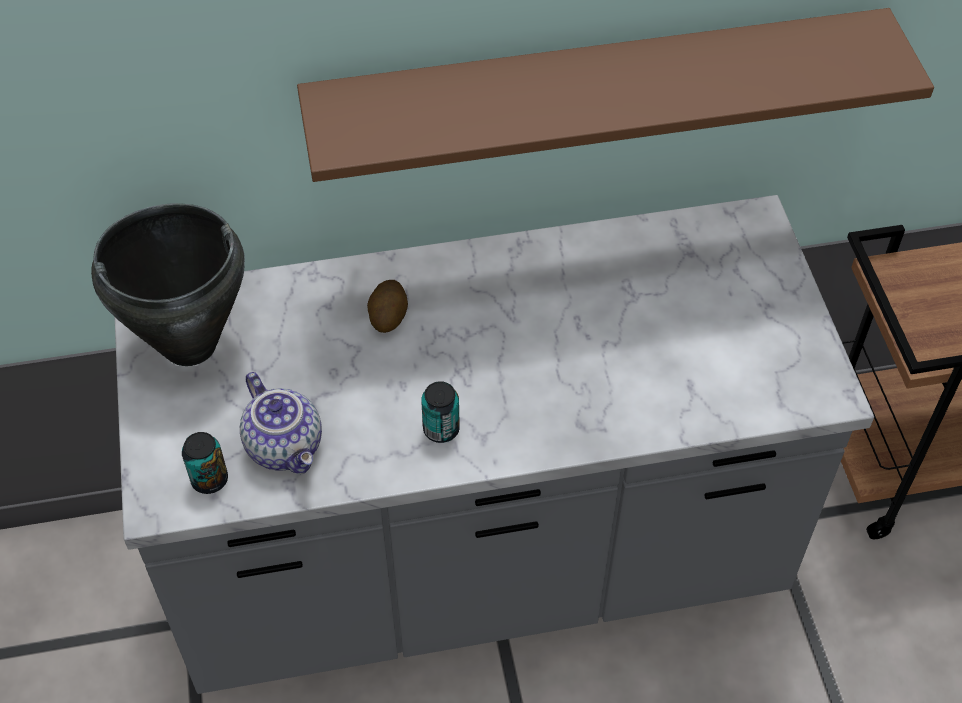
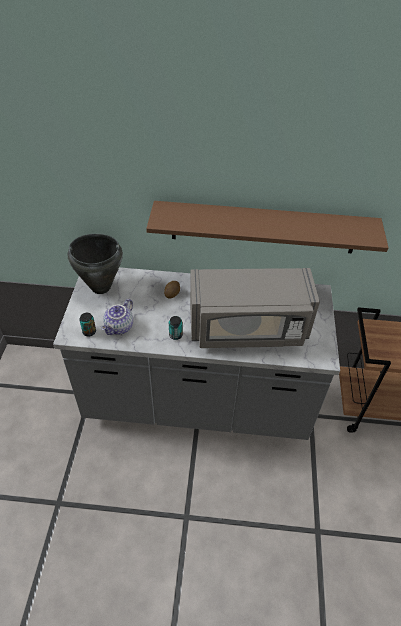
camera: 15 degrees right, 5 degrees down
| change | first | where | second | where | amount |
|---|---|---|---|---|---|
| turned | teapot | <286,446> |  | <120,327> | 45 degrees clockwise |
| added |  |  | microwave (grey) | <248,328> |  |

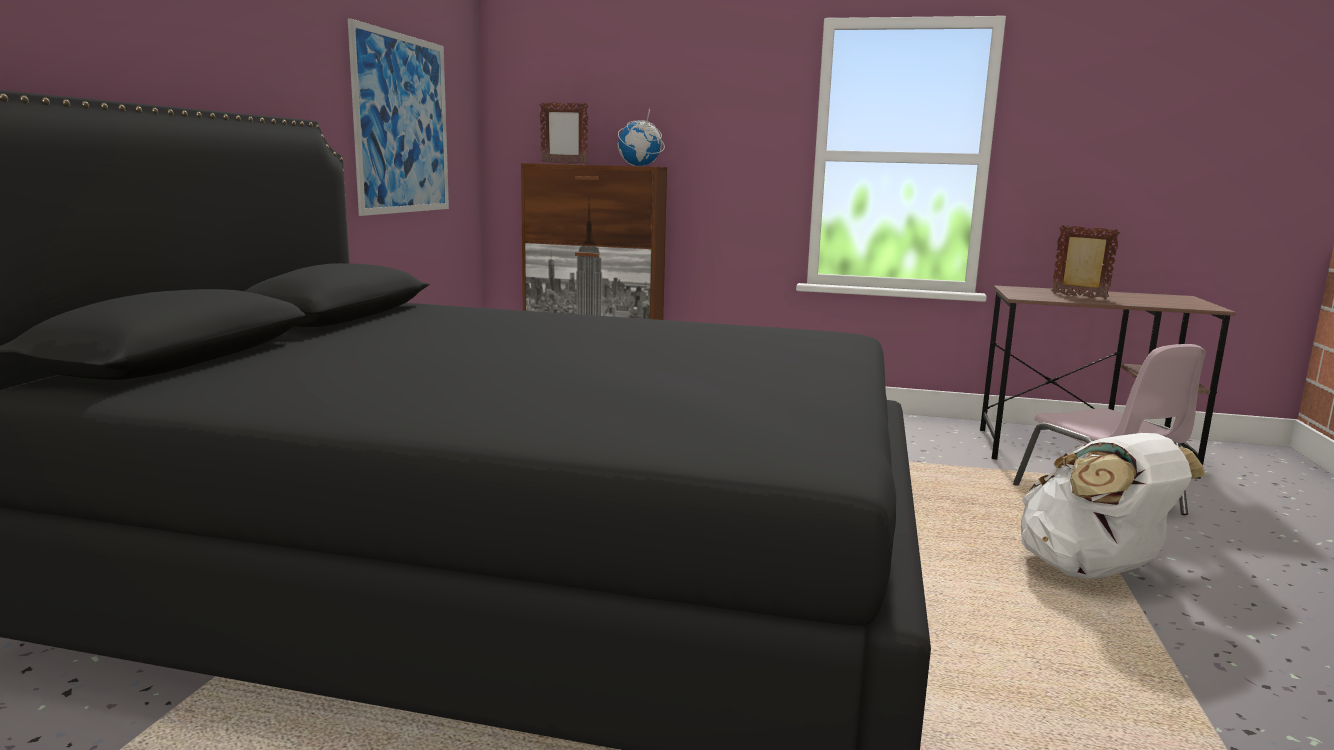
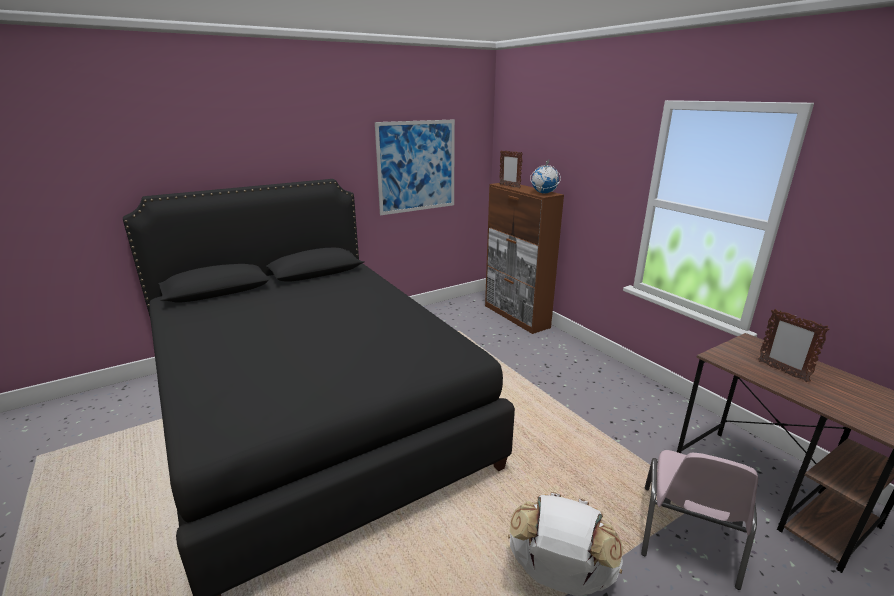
camera: 45 degrees right, 10 degrees up
| change | first | where | second | where | amount |
|---|---|---|---|---|---|
| turned | picture frame | <1079,296> |  | <782,371> | 150 degrees clockwise |

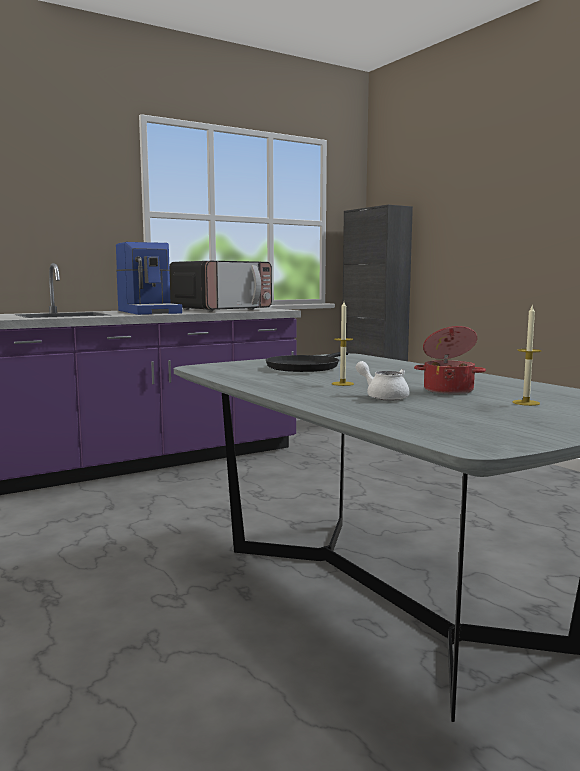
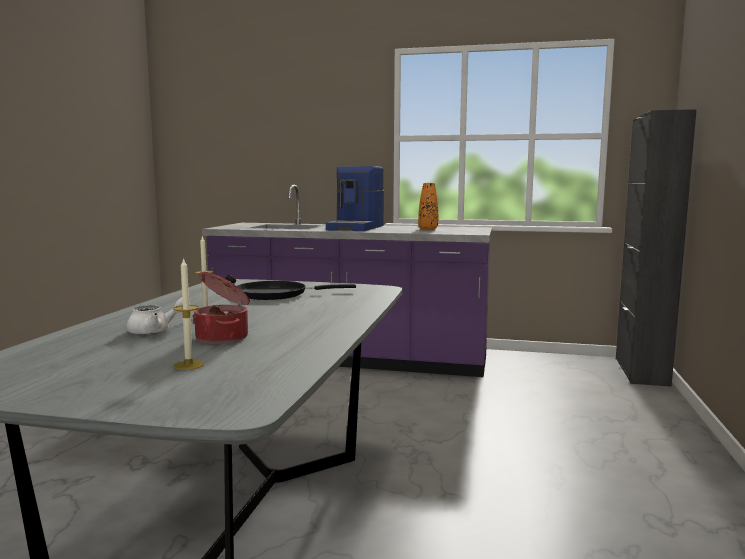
camera: 45 degrees right, 0 degrees up
| change | first | where | second | where | amount |
|---|---|---|---|---|---|
| turned | teapot (white) | <383,396> |  | <155,331> | 60 degrees clockwise |
| replaced | microwave | <222,309> | vase (orange) | <428,229> |  |

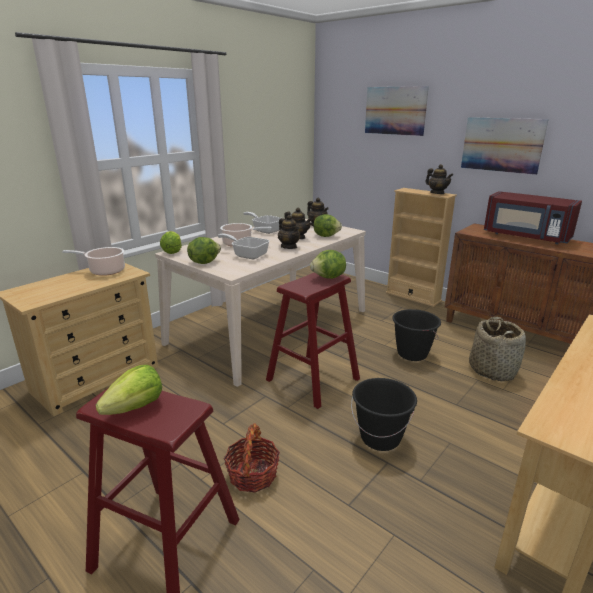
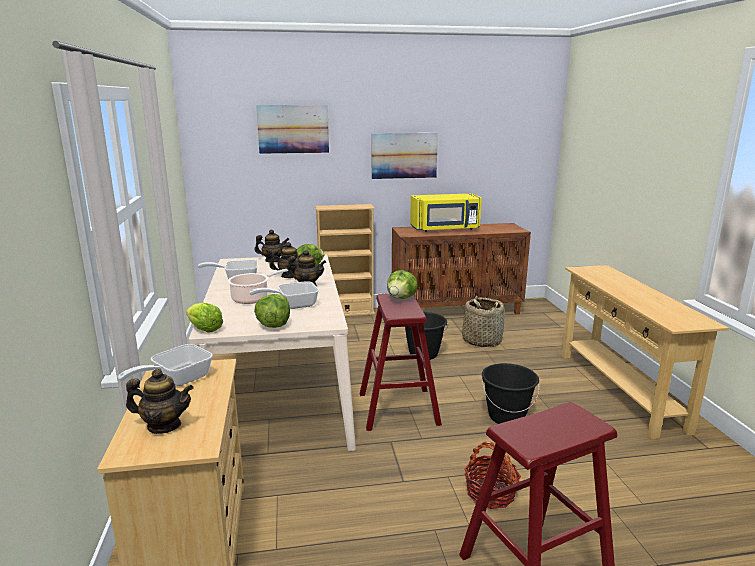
camera: 50 degrees left, 5 degrees down
| change | first | where | second | where | amount |
|---|---|---|---|---|---|
| replaced | cooking pot | <105,271> | frying pan | <176,379> |  |
| moved | teapot | <437,193> |  | <164,426> |  |
| recoloured | microwave (red) | <526,237> | microwave (yellow) | <445,229> |  |
| removed | lettuce | <136,407> |  |  |  |

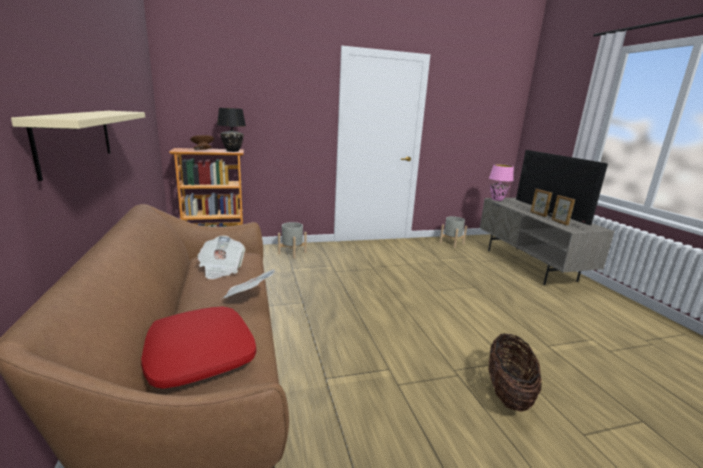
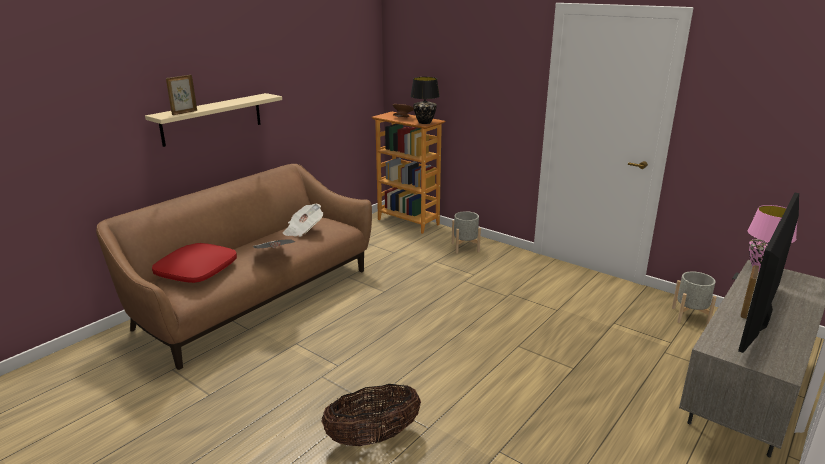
camera: 55 degrees right, 5 degrees up
| change | first | where | second | where | amount |
|---|---|---|---|---|---|
| moved | picture frame | <559,222> |  | <184,112> |  |

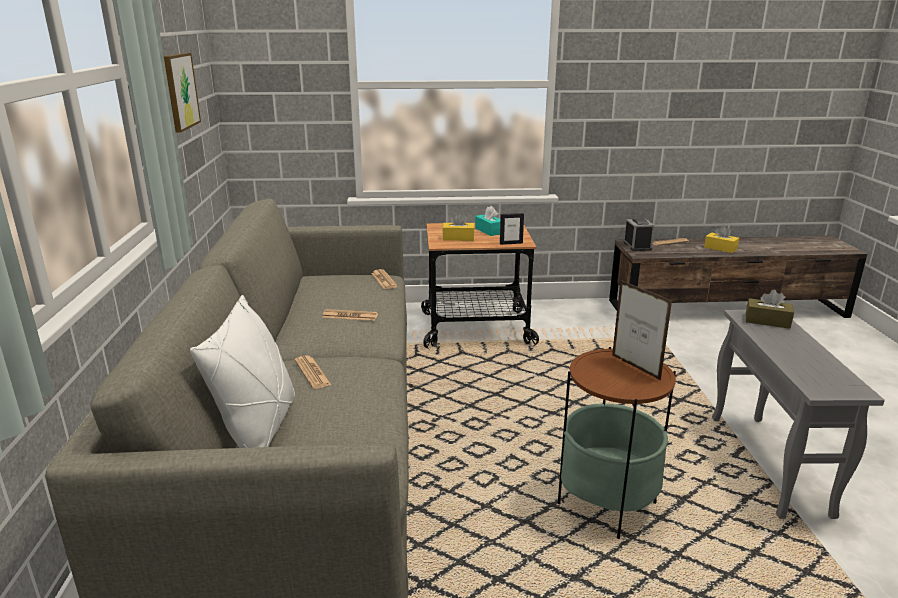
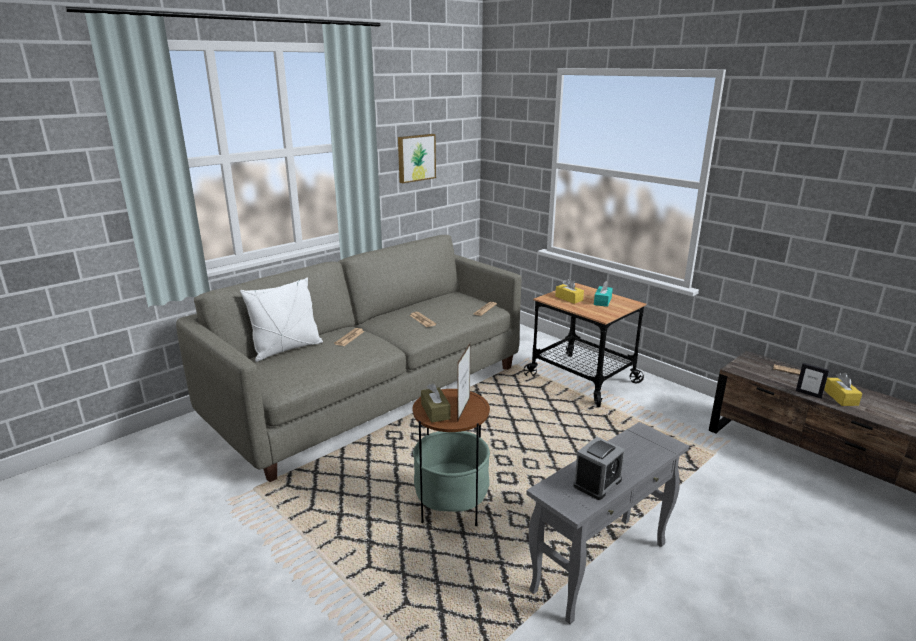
camera: 50 degrees right, 0 degrees up
| change | first | where | second | where | amount |
|---|---|---|---|---|---|
| moved | tissue box (brown) | <767,321> |  | <435,411> |  |
| moved | alarm clock | <637,246> |  | <597,483> |  |
| moved | picture frame | <511,243> |  | <808,394> |  |

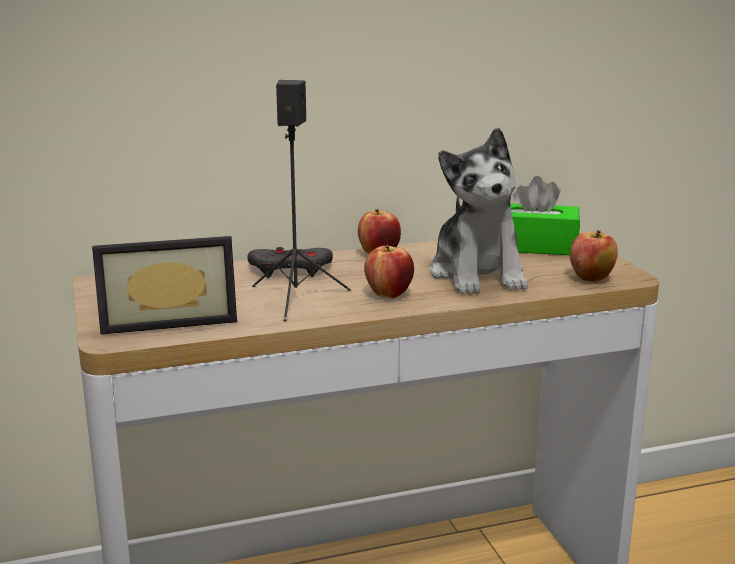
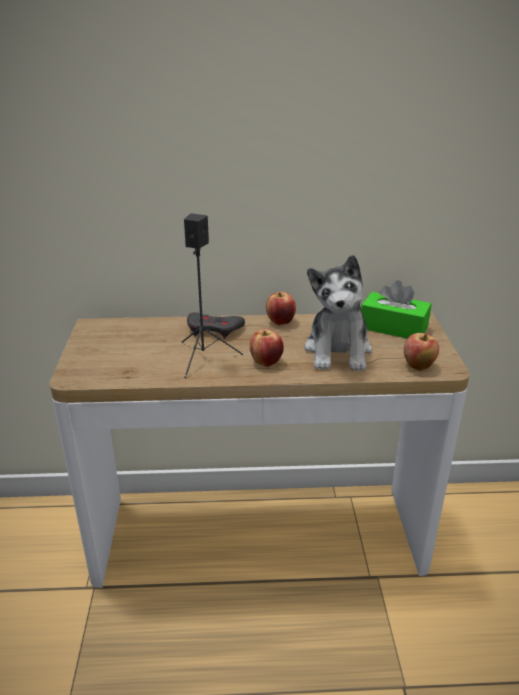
camera: 15 degrees right, 10 degrees up
| change | first | where | second | where | amount |
|---|---|---|---|---|---|
| removed | picture frame | <168,319> |  |  |  |

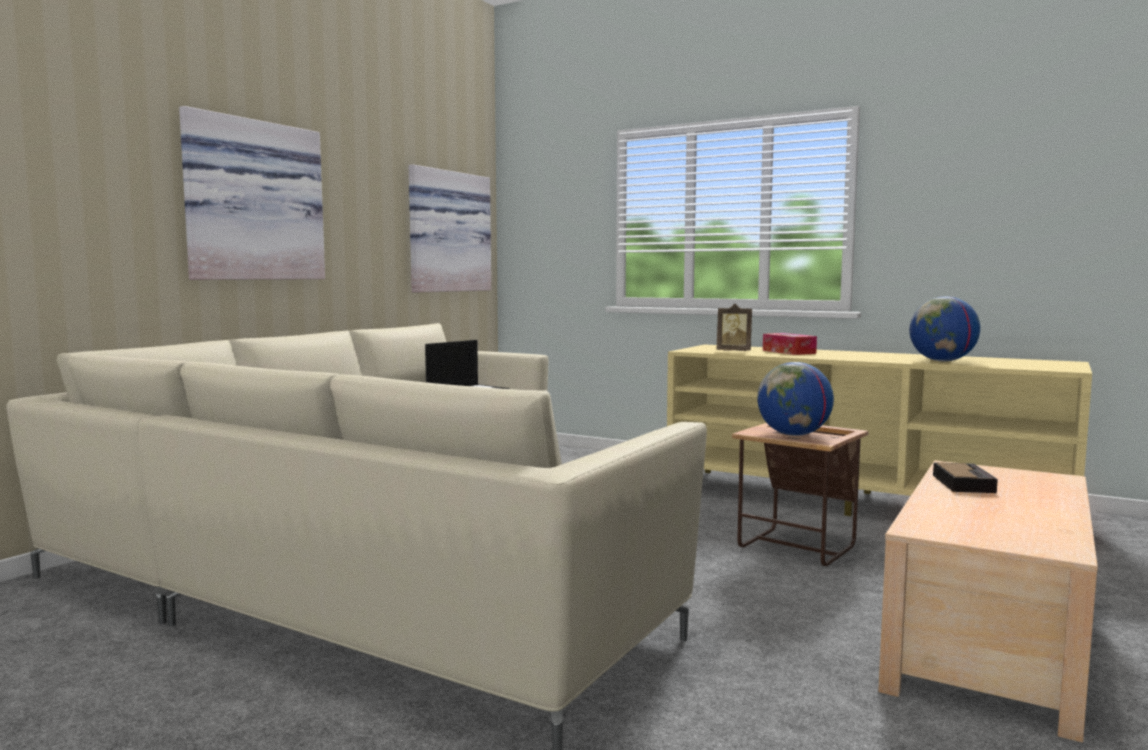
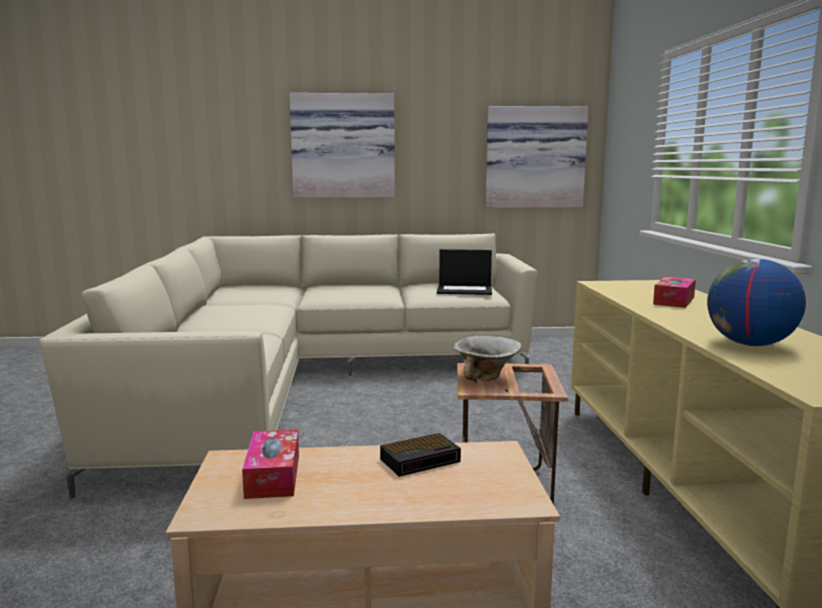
camera: 55 degrees right, 5 degrees up
| change | first | where | second | where | amount |
|---|---|---|---|---|---|
| added |  |  | tissue box | <273,475> |  |
| replaced | globe | <794,435> | bowl | <486,378> |  |
| removed | picture frame | <734,351> |  |  |  |

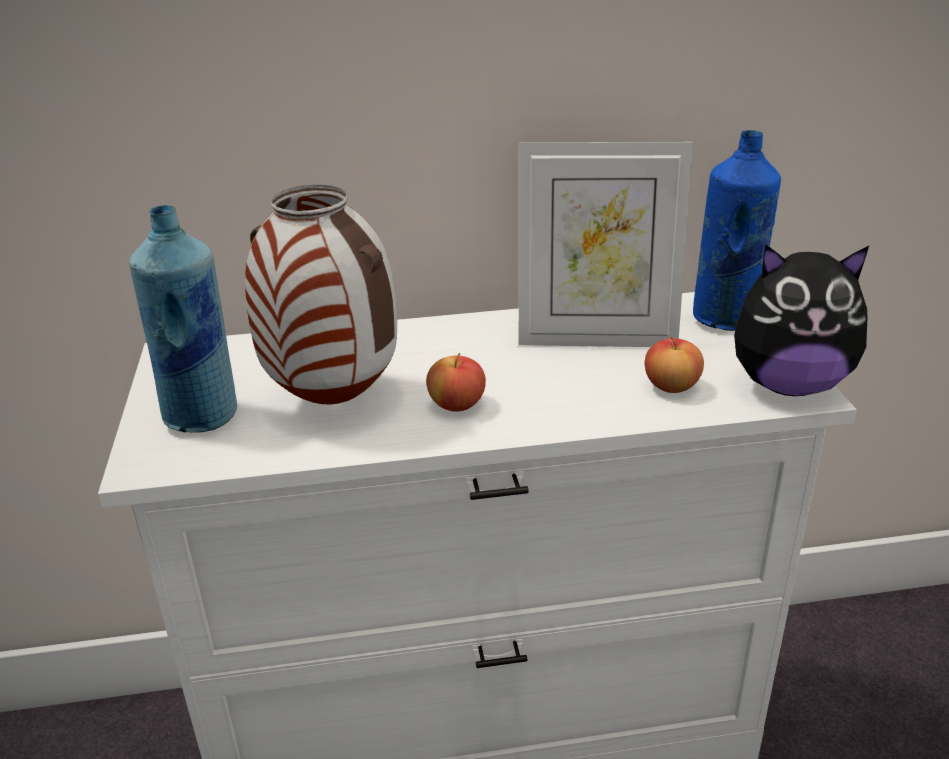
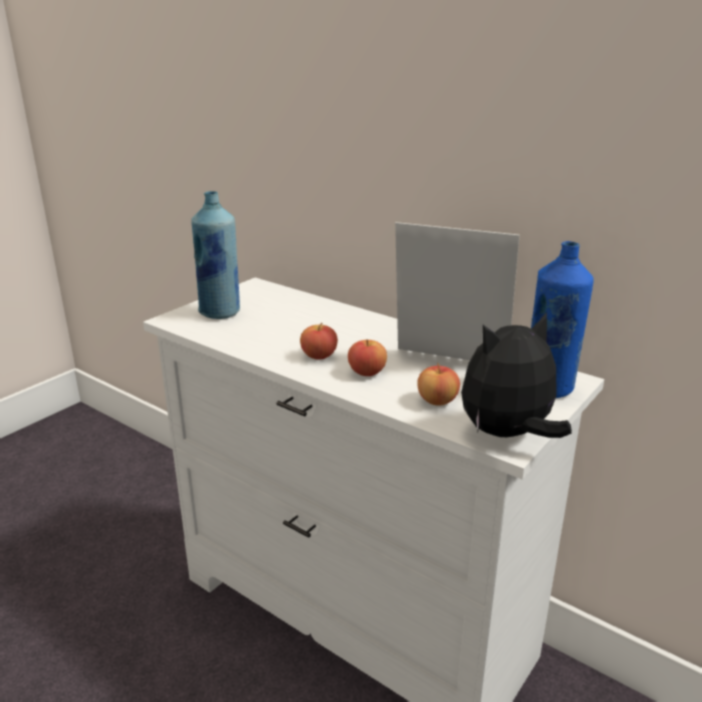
camera: 45 degrees right, 5 degrees down
| change | first | where | second | where | amount |
|---|---|---|---|---|---|
| added |  |  | apple | <367,372> |  |
| turned | picture frame | <597,338> |  | <449,361> | 150 degrees clockwise |
| turned | plush toy | <788,385> |  | <508,435> | 105 degrees clockwise |
| removed | vase | <337,401> |  |  |  |

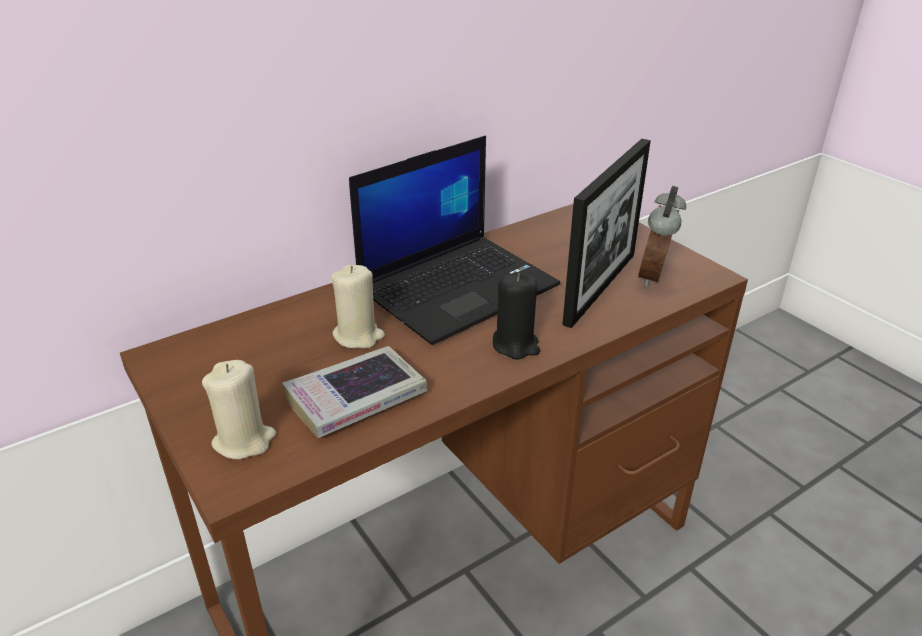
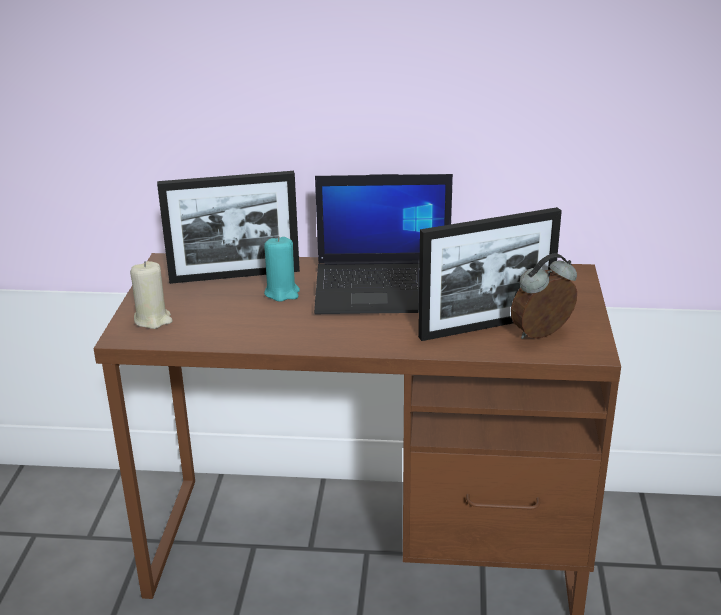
camera: 40 degrees right, 5 degrees down
| change | first | where | second | where | amount |
|---|---|---|---|---|---|
| added |  |  | picture frame | <234,275> |  |
| recoloured | candle (beige) | <358,336> | candle (turquoise) | <282,293> |  |
| removed | book | <356,398> |  |  |  |
| removed | candle (black) | <516,345> |  |  |  |

